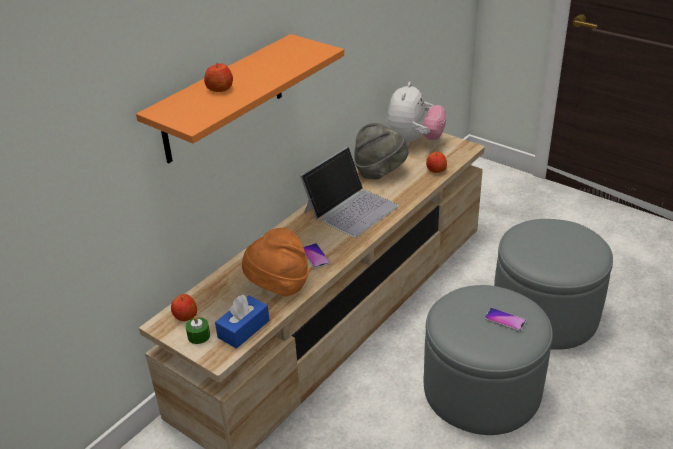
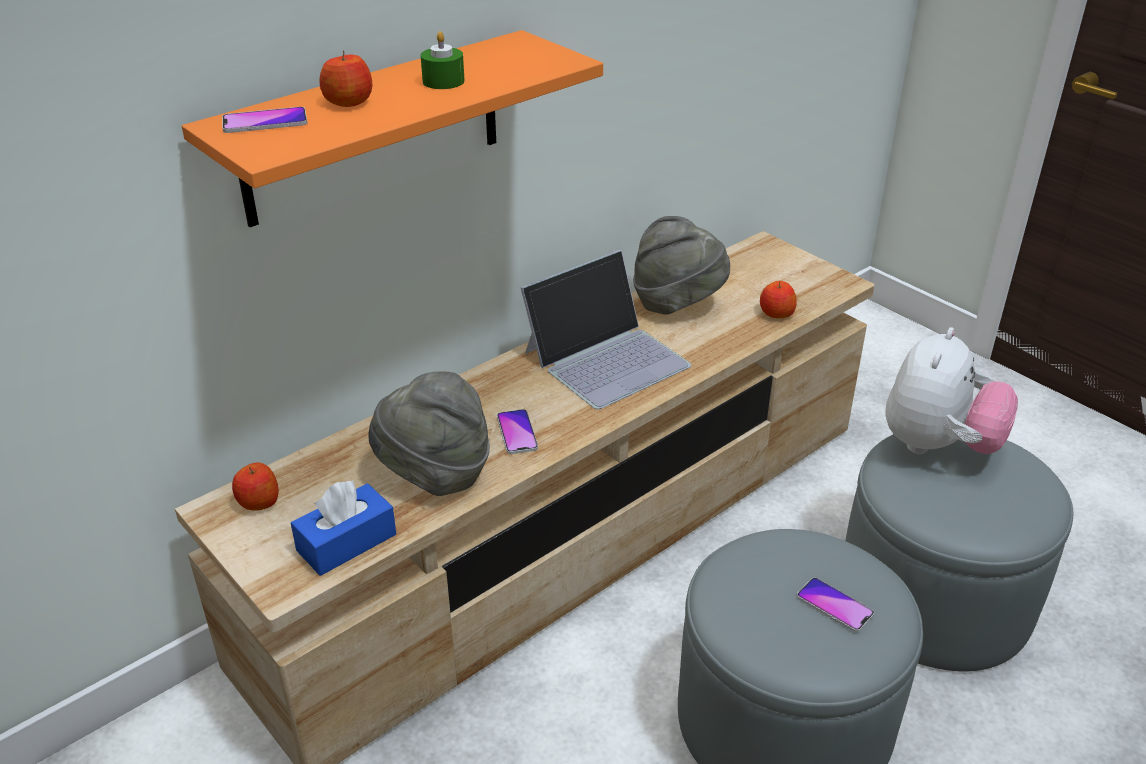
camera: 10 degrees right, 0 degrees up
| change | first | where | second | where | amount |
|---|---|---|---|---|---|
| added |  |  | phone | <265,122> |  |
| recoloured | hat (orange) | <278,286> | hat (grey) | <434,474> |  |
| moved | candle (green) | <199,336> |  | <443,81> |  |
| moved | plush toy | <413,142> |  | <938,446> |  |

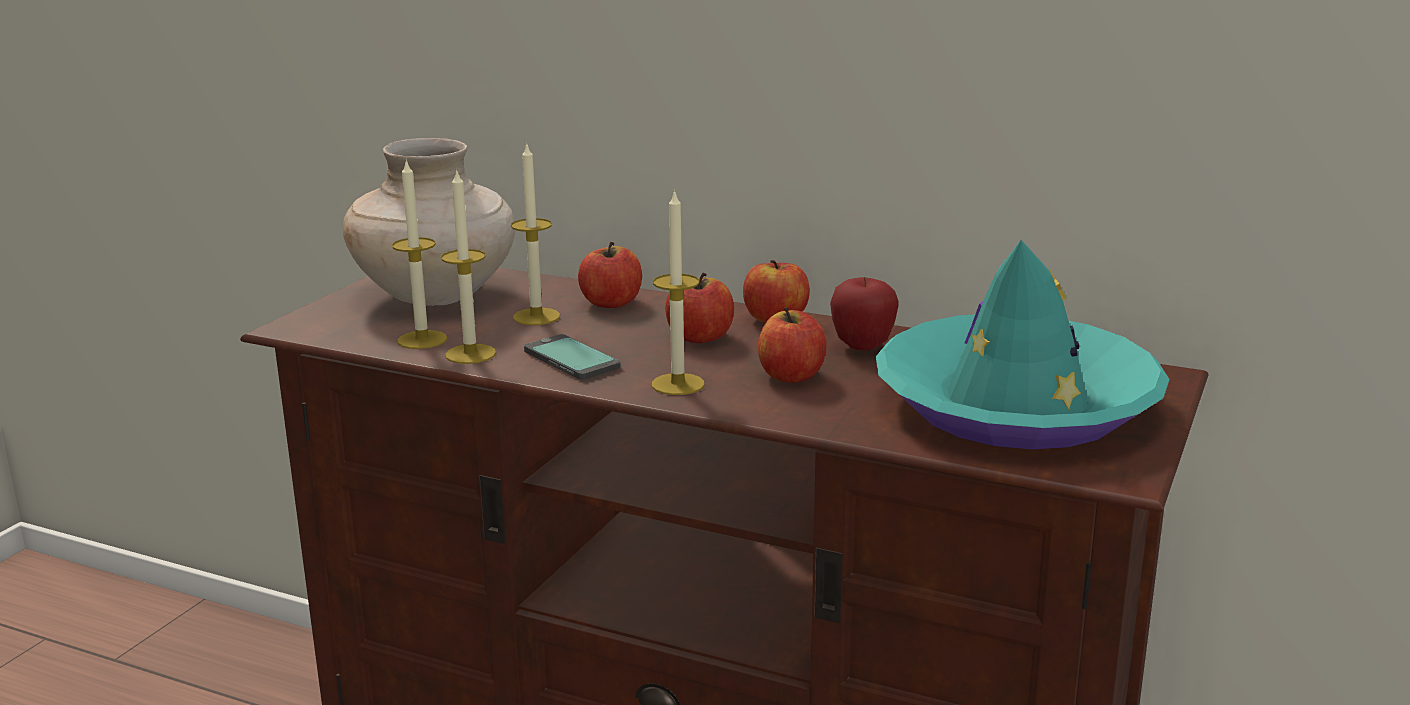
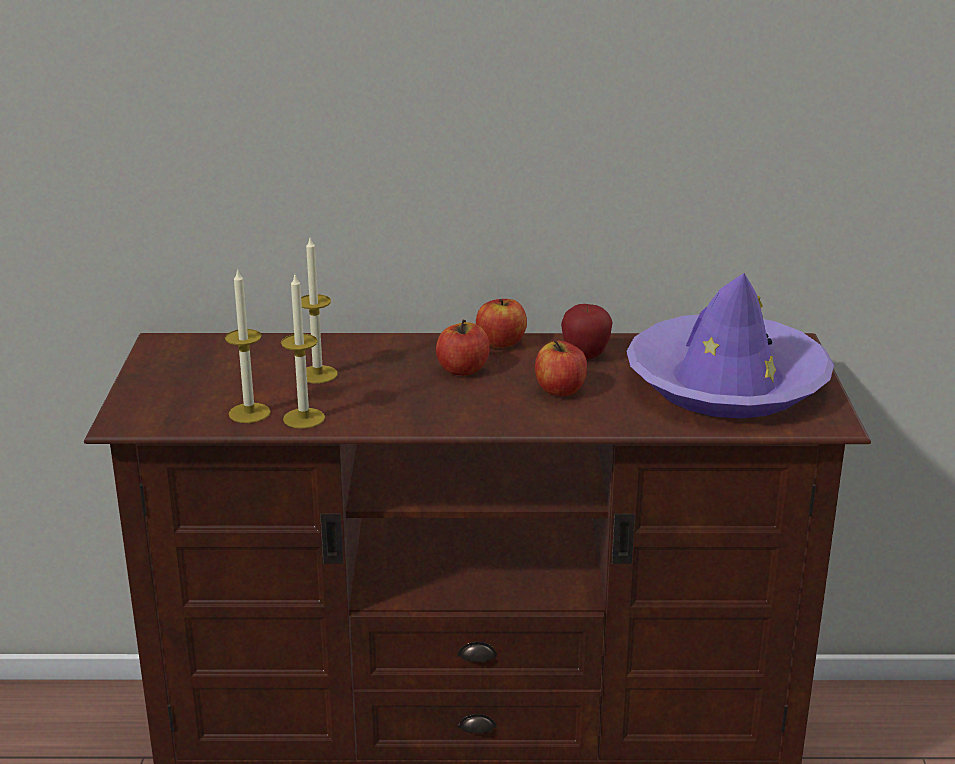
camera: 25 degrees left, 5 degrees up
| change | first | where | second | where | amount |
|---|---|---|---|---|---|
| recoloured | hat (turquoise) | <1015,405> | hat (purple) | <726,383> |  |
| removed | vase (beige) | <436,296> |  |  |  |
| removed | phone | <571,360> |  |  |  |
| removed | apple | <611,303> |  |  |  |
| removed | candle | <678,384> |  |  |  |

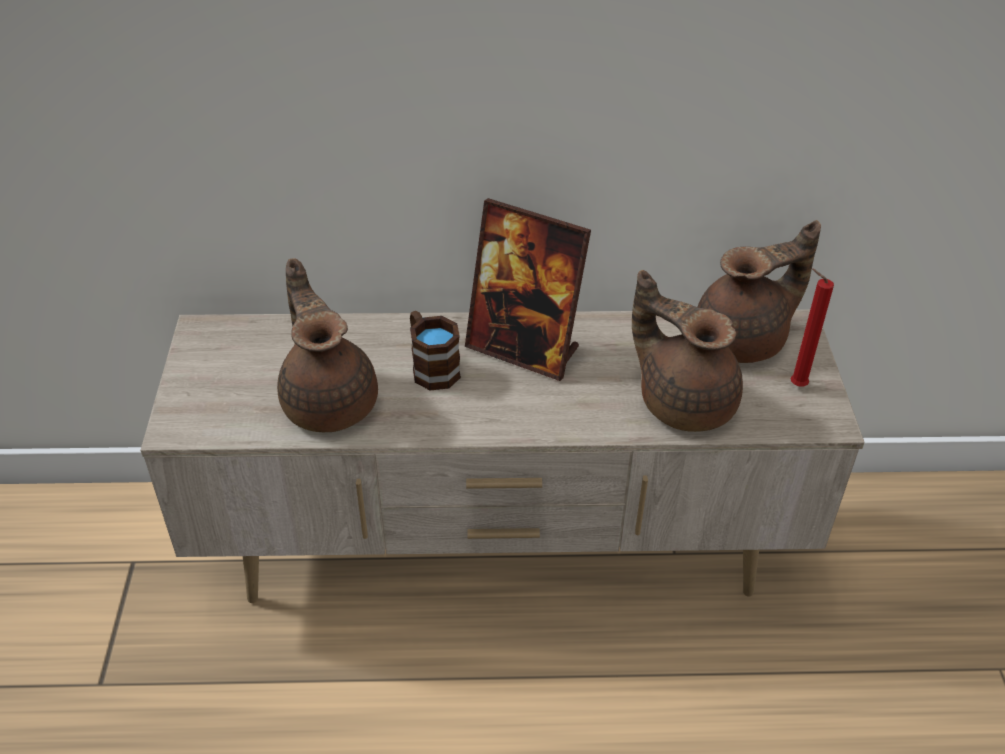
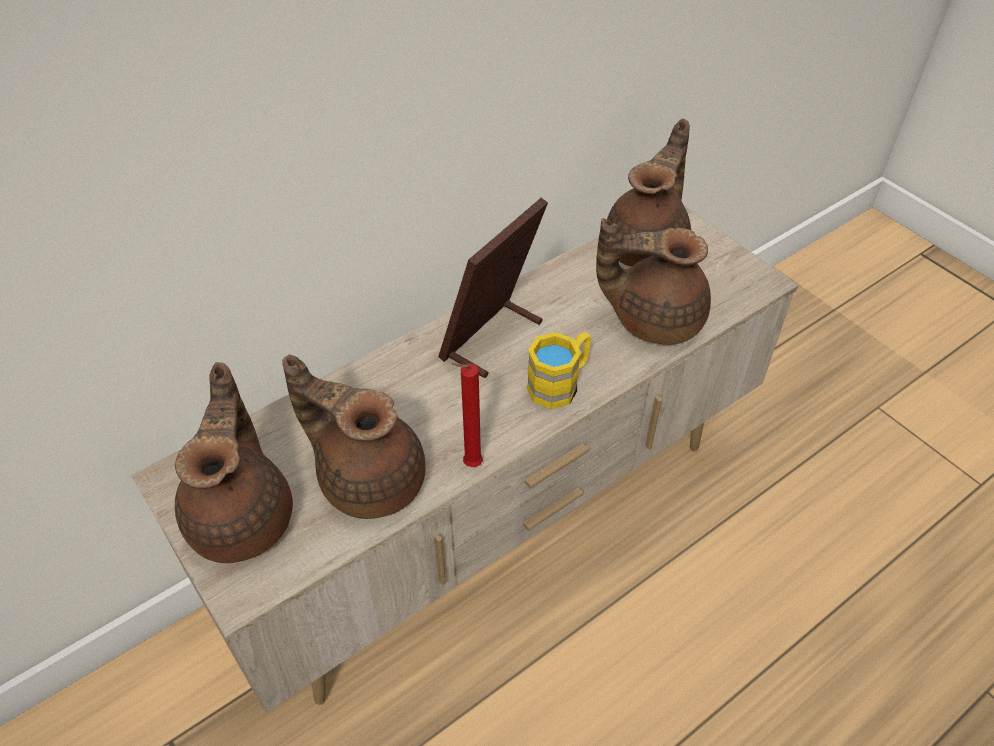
camera: 35 degrees left, 5 degrees up
| change | first | where | second | where | amount |
|---|---|---|---|---|---|
| added |  |  | teapot (brown) | <244,516> |  |
| turned | picture frame | <523,349> |  | <492,339> | 135 degrees clockwise |
| moved | candle (red) | <795,385> |  | <469,465> |  |
| added |  |  | mug (yellow) | <560,383> |  |
| removed | mug (brown) | <431,366> |  |  |  |

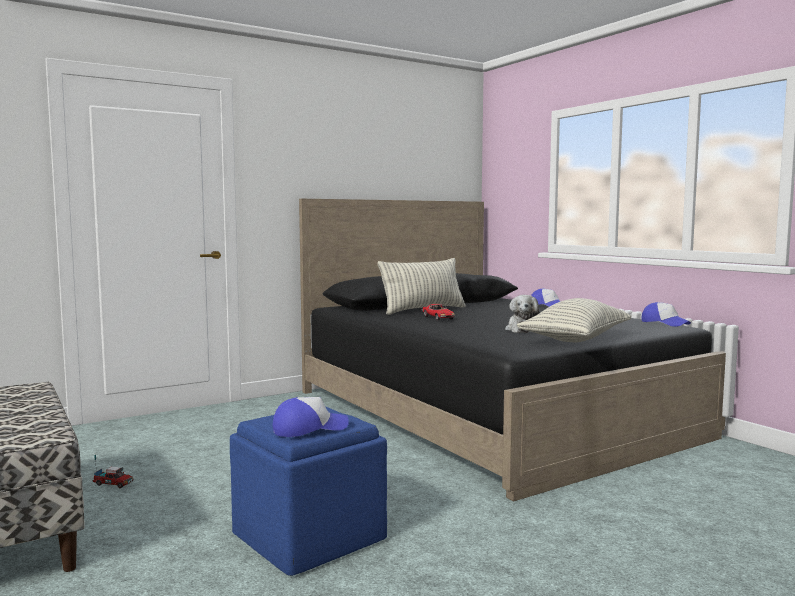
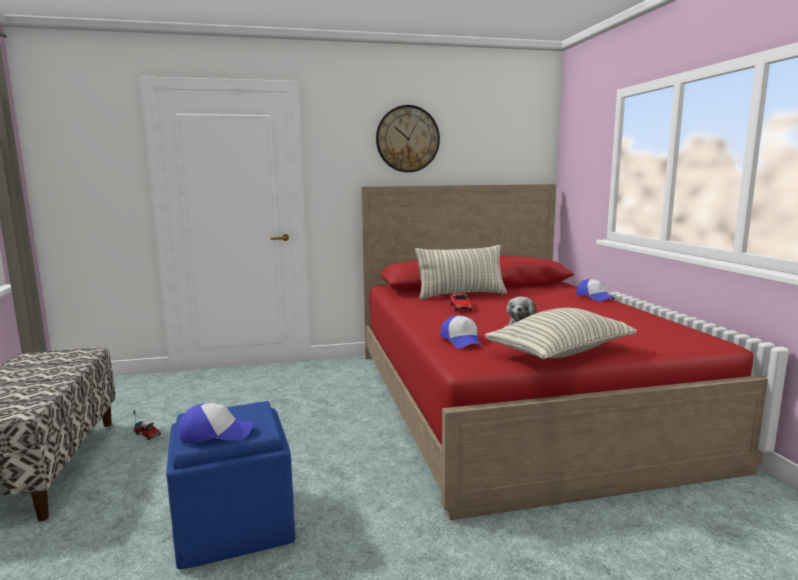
camera: 20 degrees right, 5 degrees up
| change | first | where | second | where | amount |
|---|---|---|---|---|---|
| recoloured | bed (black) | <489,412> | bed (red) | <513,400> |  |
| added |  |  | wall clock | <407,139> |  |
| moved | cap | <664,323> |  | <462,341> |  |

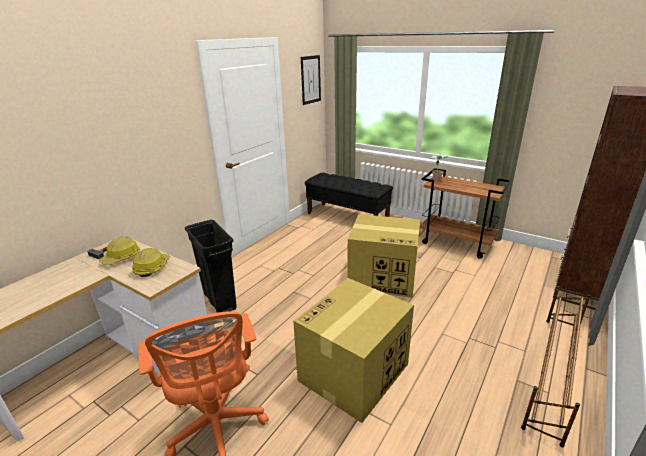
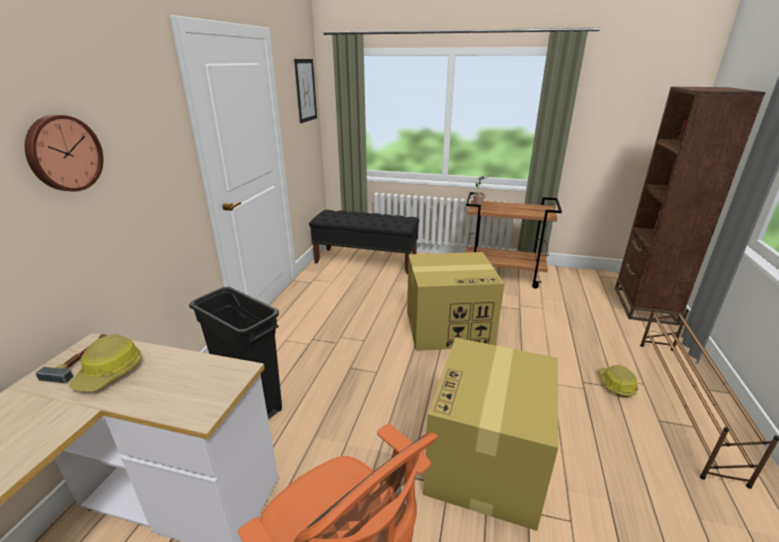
camera: 20 degrees left, 0 degrees up
| change | first | where | second | where | amount |
|---|---|---|---|---|---|
| added |  |  | wall clock | <63,153> |  |
| moved | hard hat | <152,267> |  | <615,385> |  |

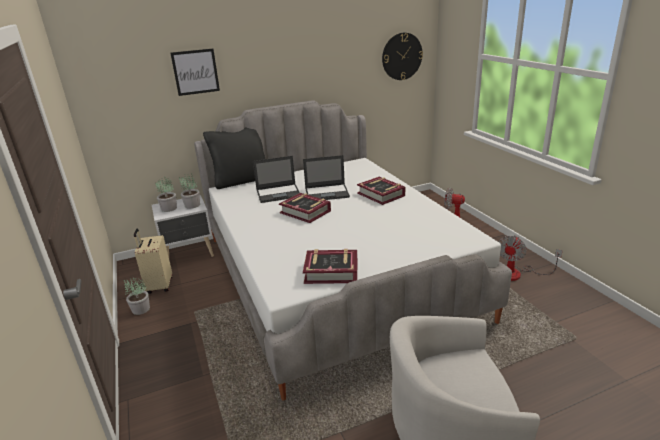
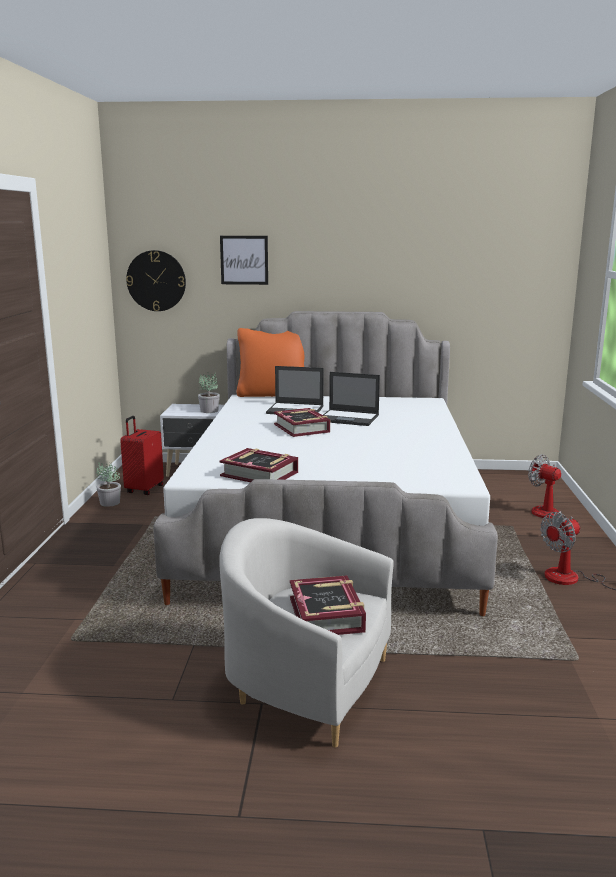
camera: 25 degrees right, 10 degrees down
| change | first | where | second | where | amount |
|---|---|---|---|---|---|
| recoloured | suitcase (beige) | <159,286> | suitcase (red) | <144,489> |  |
| moved | wall clock | <402,56> |  | <156,281> |  |
| recoloured | pillow (black) | <241,180> | pillow (orange) | <272,394> |  |
| moved | book | <381,194> |  | <327,614> |  |
| removed | potted plant | <169,208> |  |  |  |

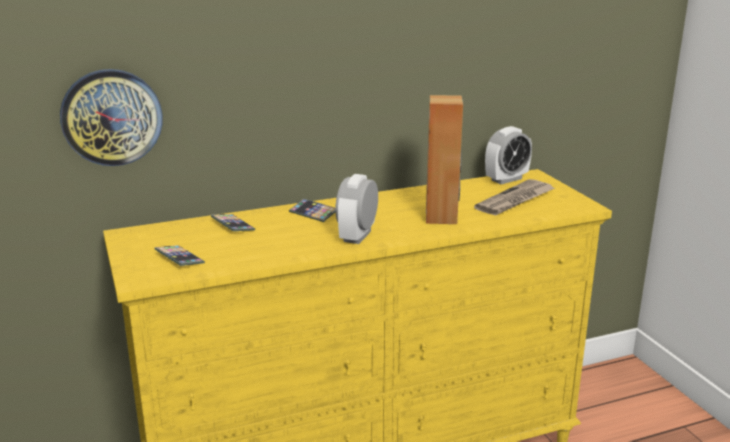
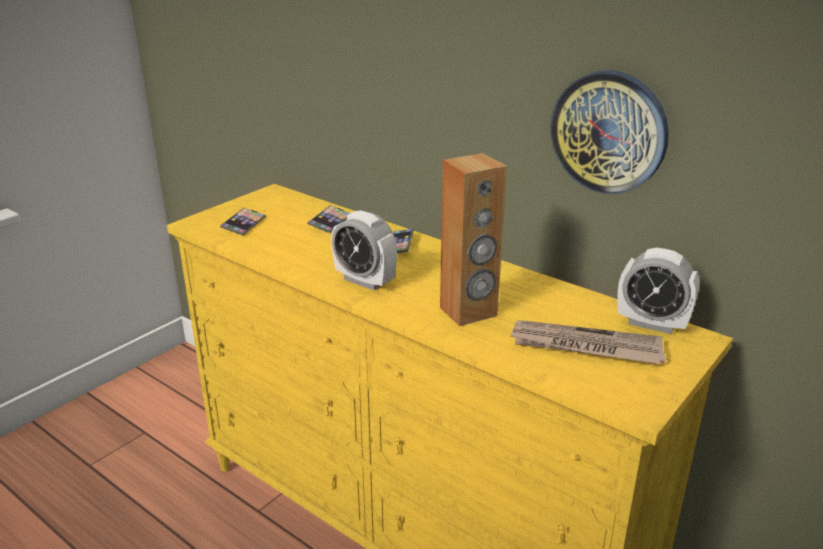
camera: 60 degrees right, 5 degrees up
| change | first | where | second | where | amount |
|---|---|---|---|---|---|
| turned | alarm clock | <357,236> |  | <365,281> | 135 degrees counterclockwise |
| moved | wall clock | <111,117> |  | <609,132> |  |

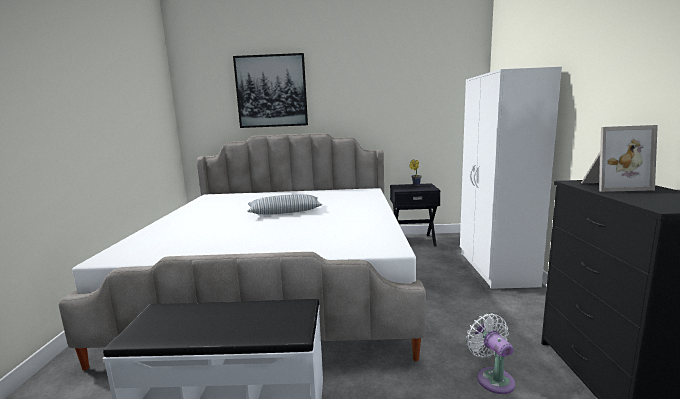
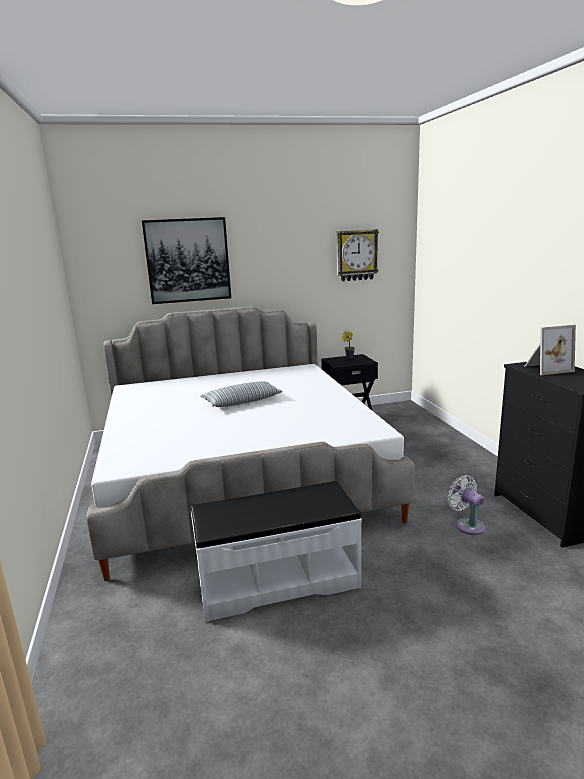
camera: 15 degrees left, 5 degrees up
| change | first | where | second | where | amount |
|---|---|---|---|---|---|
| added |  |  | wall clock | <356,255> |  |
| removed | wardrobe (white) | <495,269> |  |  |  |

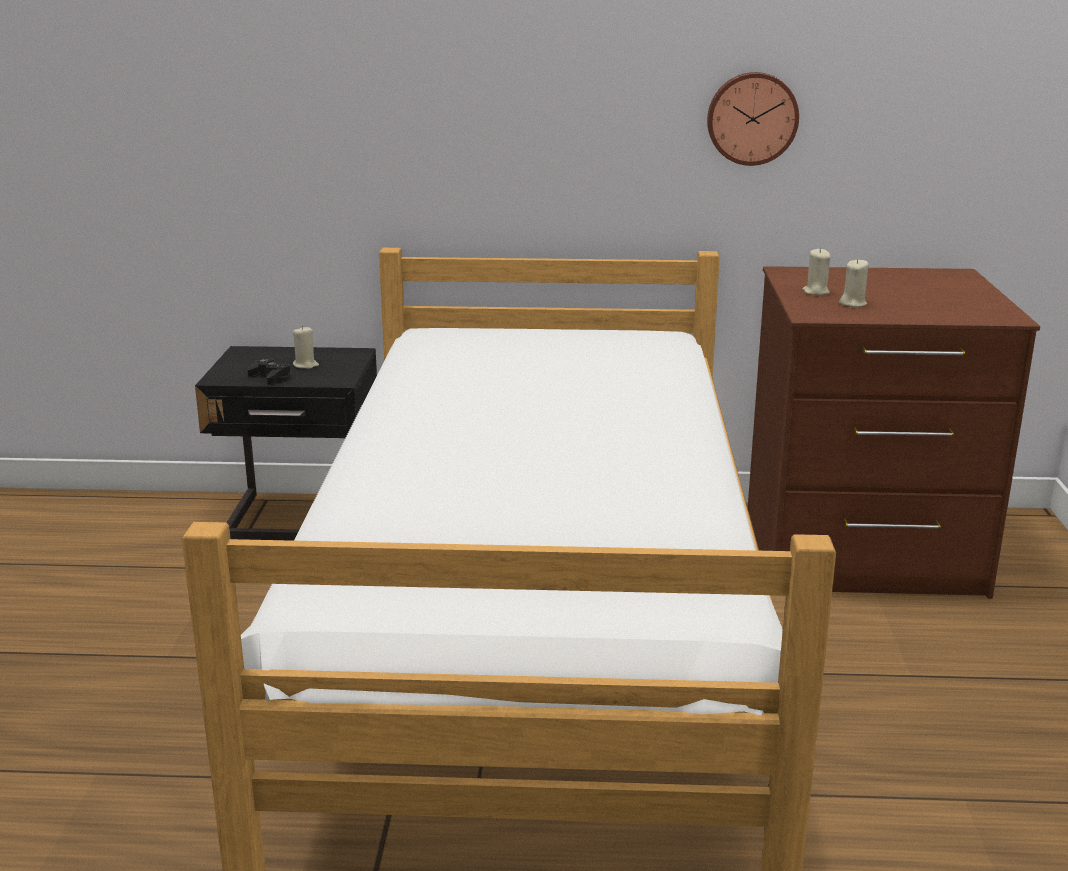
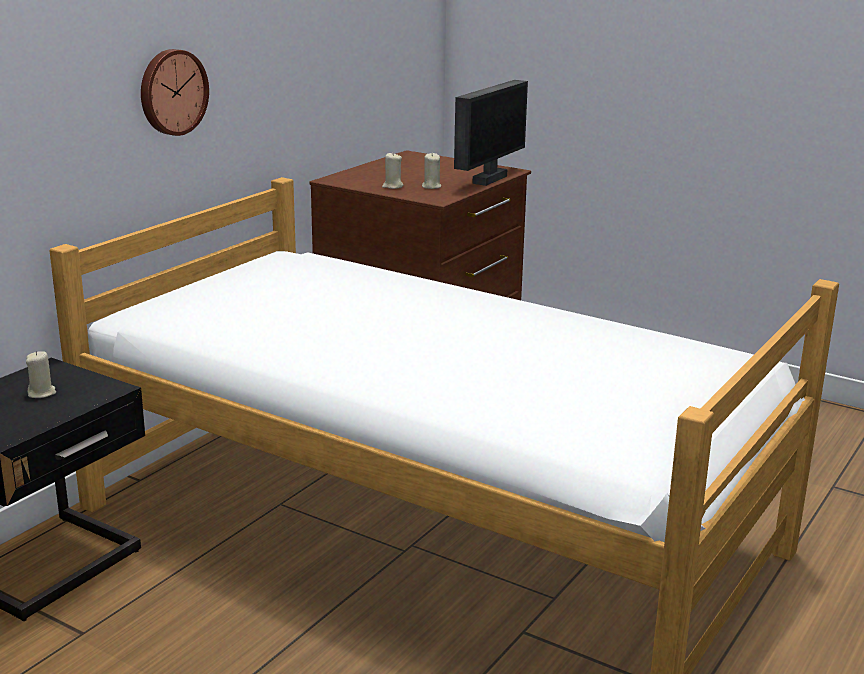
camera: 60 degrees left, 0 degrees up
| change | first | where | second | where | amount |
|---|---|---|---|---|---|
| moved | wall clock | <752,118> |  | <172,92> |  |
| added |  |  | monitor | <488,179> |  |
| removed | game controller (black) | <270,376> |  |  |  |

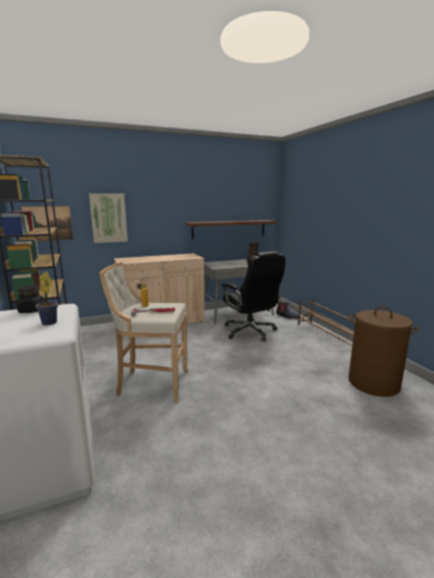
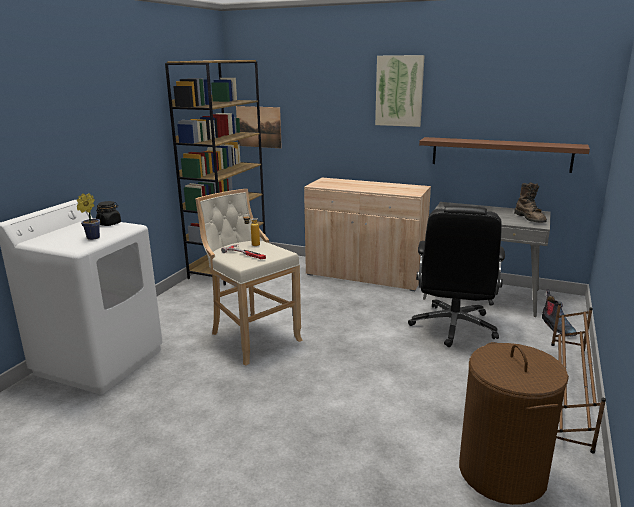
camera: 45 degrees right, 5 degrees up
| change | first | where | second | where | amount |
|---|---|---|---|---|---|
| moved | picture | <108,218> |  | <399,91> |  |

